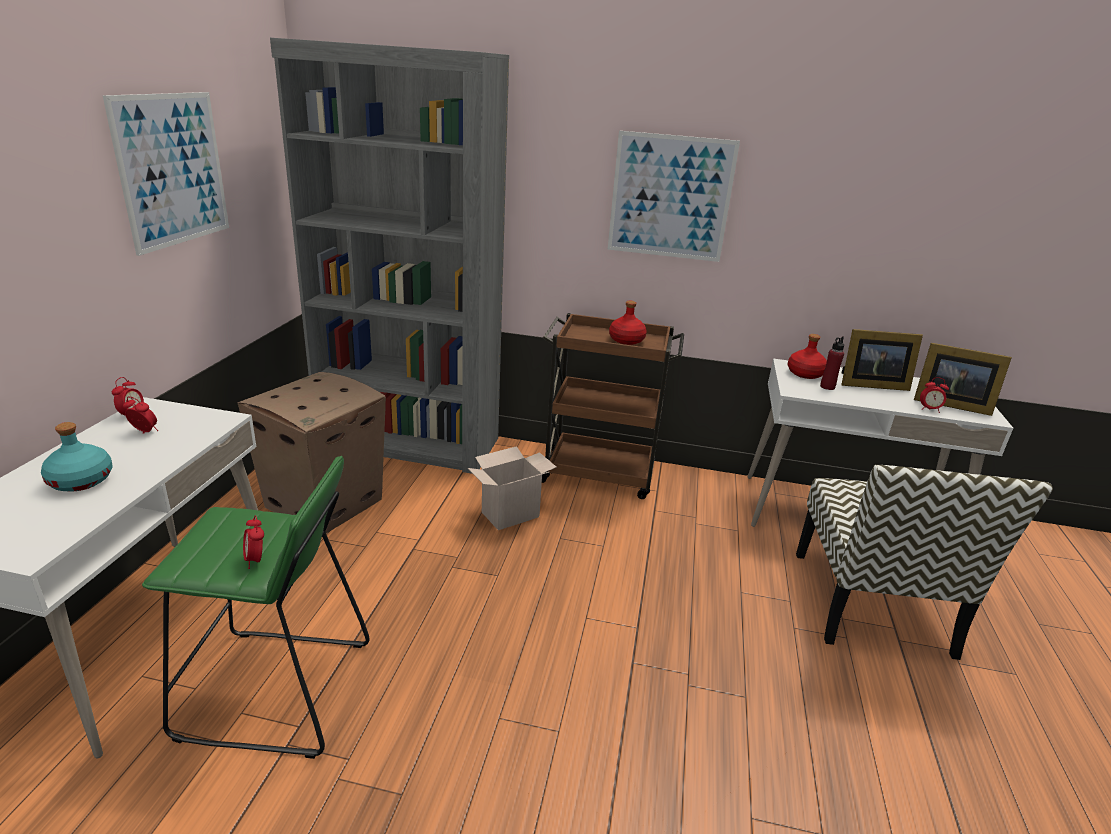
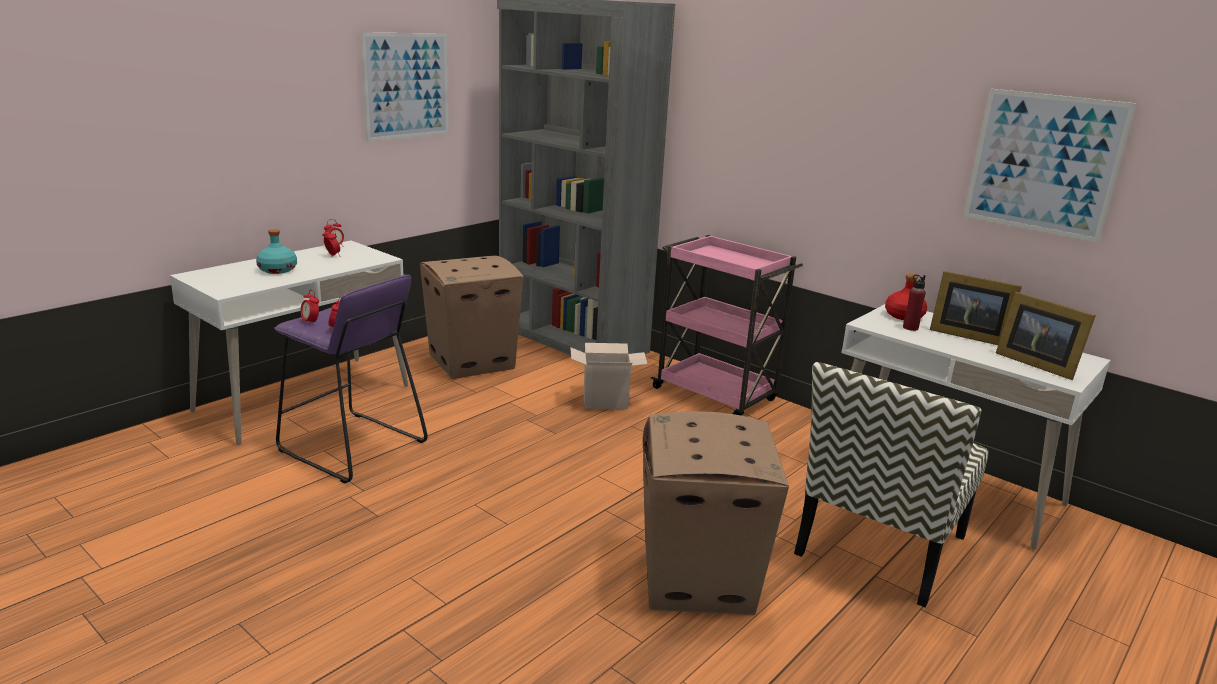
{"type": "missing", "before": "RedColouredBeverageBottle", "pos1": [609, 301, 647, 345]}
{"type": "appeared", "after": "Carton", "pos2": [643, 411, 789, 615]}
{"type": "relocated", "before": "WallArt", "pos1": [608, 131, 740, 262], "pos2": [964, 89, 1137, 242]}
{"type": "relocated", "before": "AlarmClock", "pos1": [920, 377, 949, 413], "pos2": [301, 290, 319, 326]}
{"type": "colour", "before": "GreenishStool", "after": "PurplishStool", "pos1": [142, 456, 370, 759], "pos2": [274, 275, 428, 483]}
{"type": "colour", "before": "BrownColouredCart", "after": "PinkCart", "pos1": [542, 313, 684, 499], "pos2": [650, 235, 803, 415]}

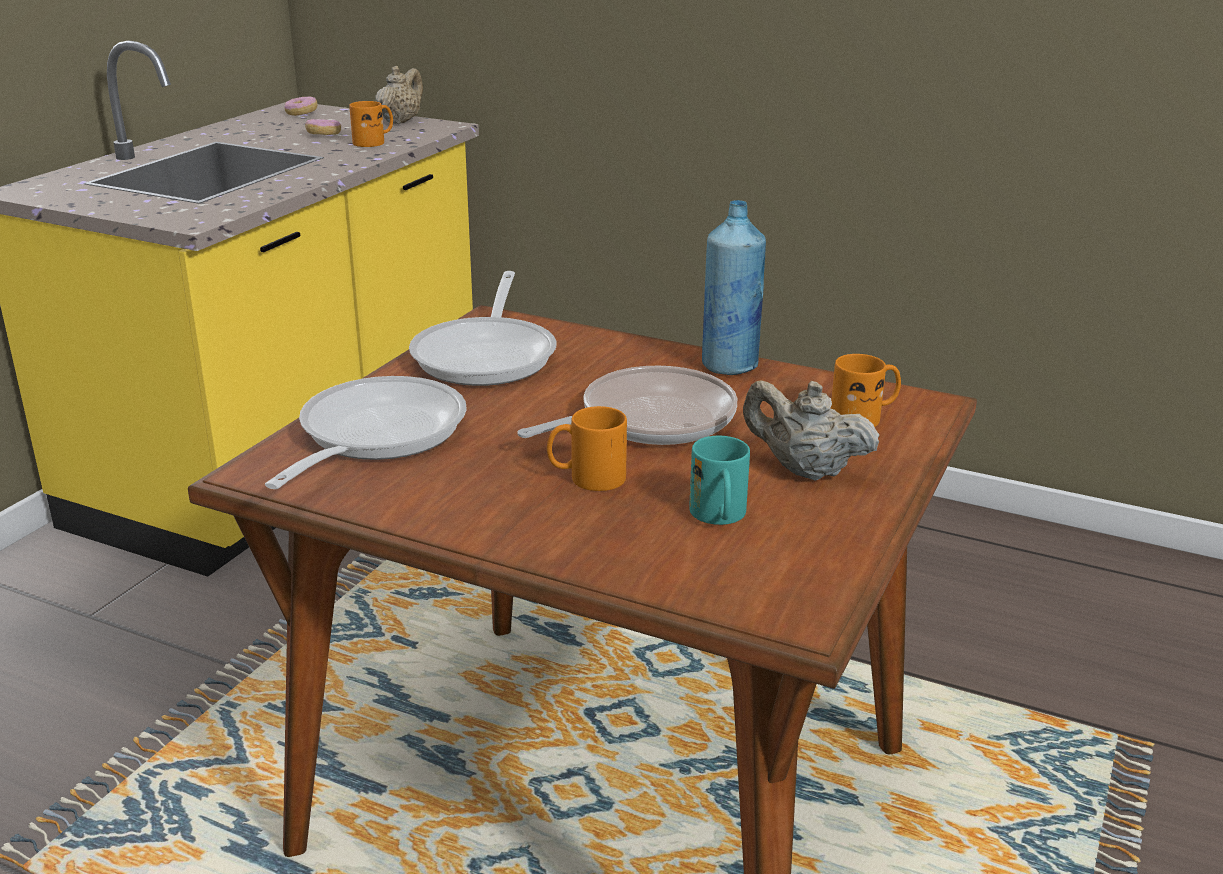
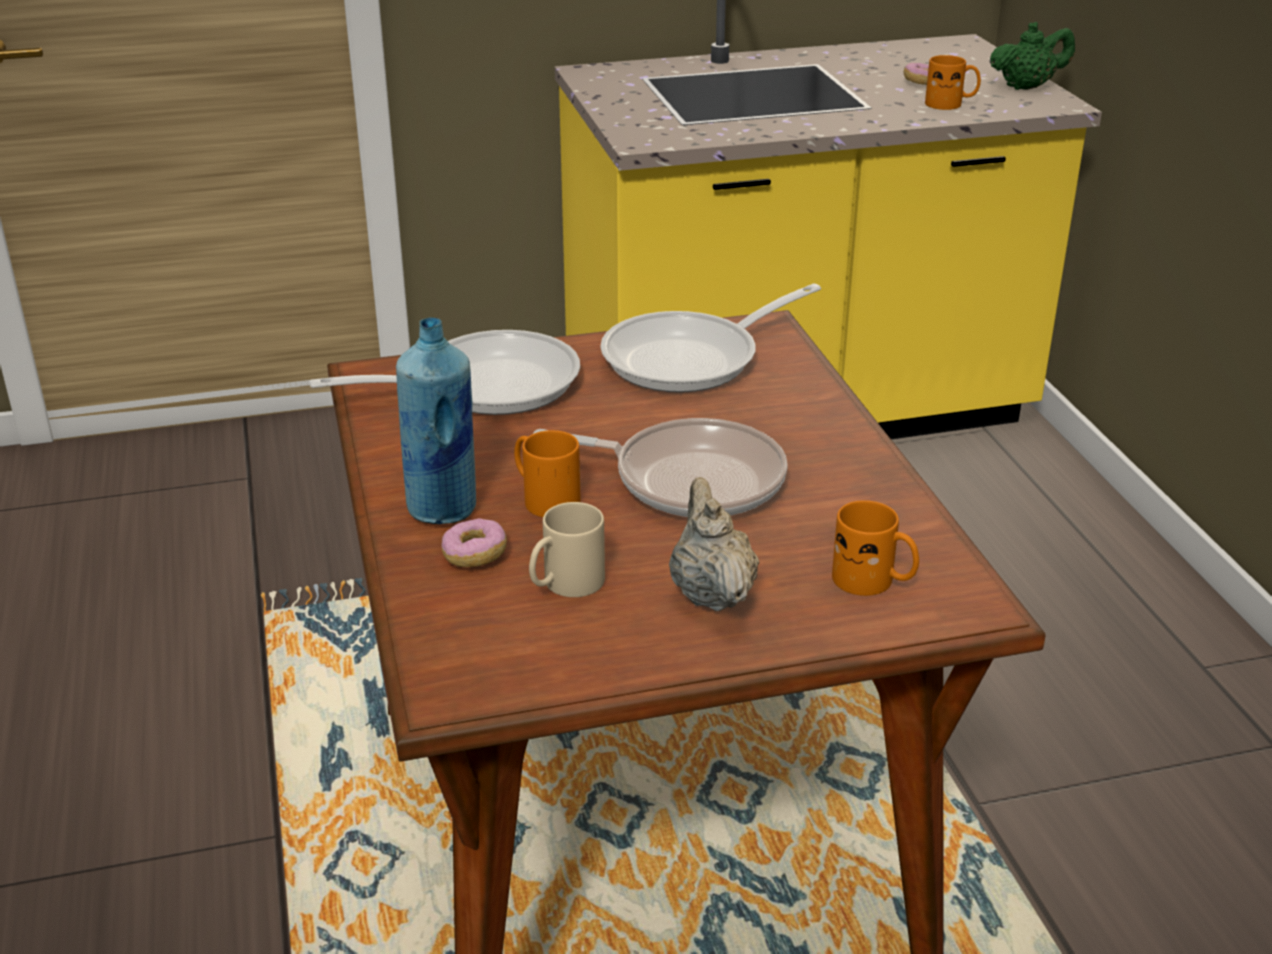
{"type": "relocated", "before": "Doughnut", "pos1": [284, 97, 318, 116], "pos2": [442, 518, 507, 567]}
{"type": "relocated", "before": "BluishBeverageBottle", "pos1": [702, 200, 766, 375], "pos2": [396, 317, 476, 524]}
{"type": "colour", "before": "BeigeTeapot", "after": "GreenishTeapot", "pos1": [375, 66, 423, 124], "pos2": [989, 22, 1075, 90]}
{"type": "colour", "before": "TurquoiseColouredMug", "after": "BeigeMug", "pos1": [689, 436, 750, 525], "pos2": [529, 502, 605, 597]}

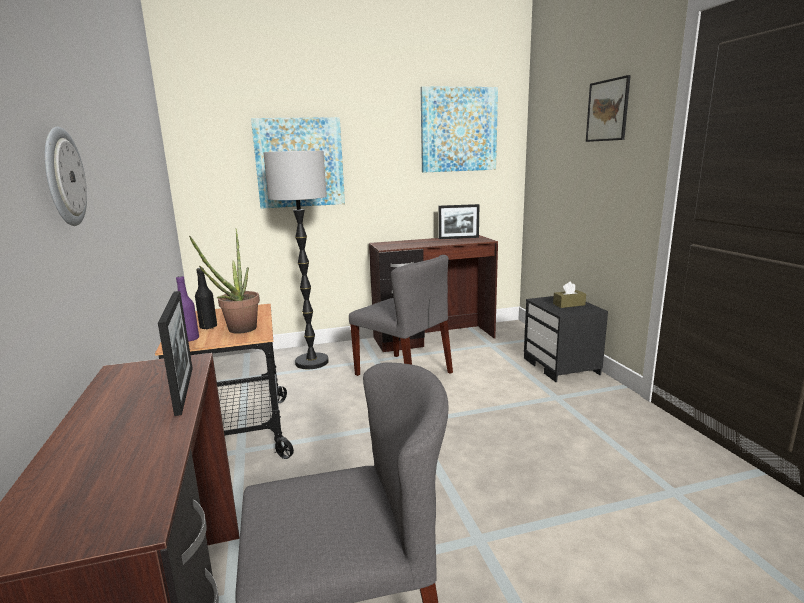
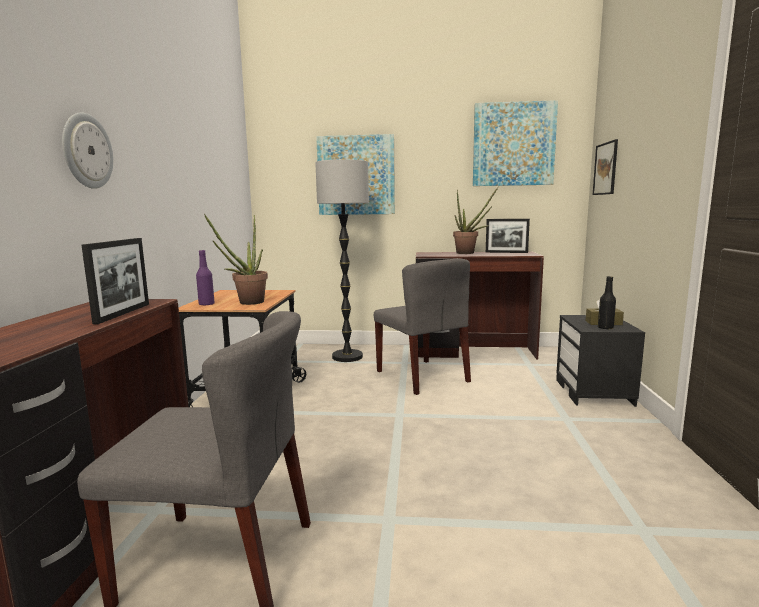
{"type": "appeared", "after": "PlantInAPot", "pos2": [453, 187, 498, 254]}
{"type": "relocated", "before": "BlackBeverageBottle", "pos1": [195, 268, 217, 329], "pos2": [598, 276, 616, 329]}
{"type": "relocated", "before": "WallArt", "pos1": [586, 75, 631, 142], "pos2": [593, 139, 618, 195]}

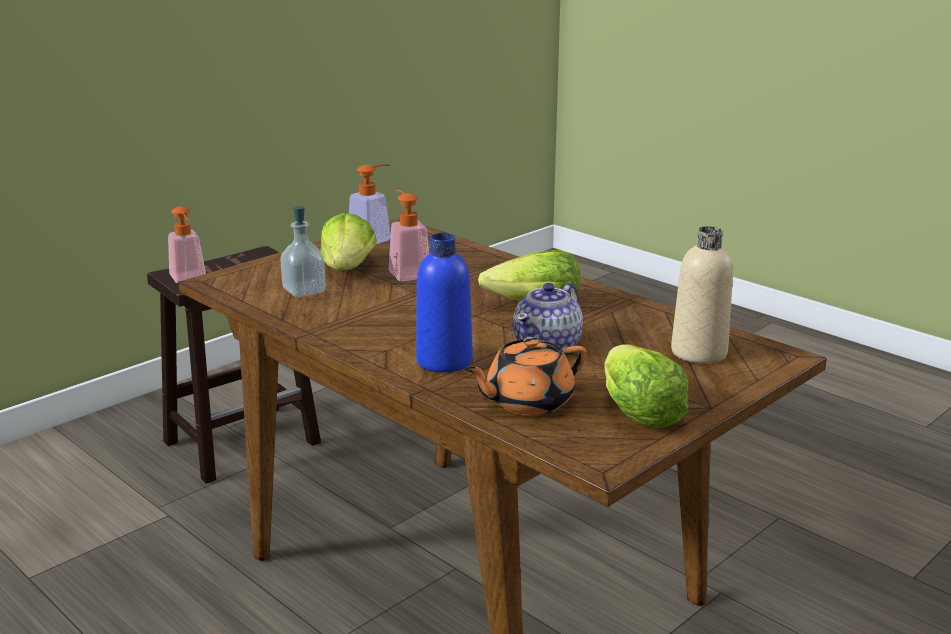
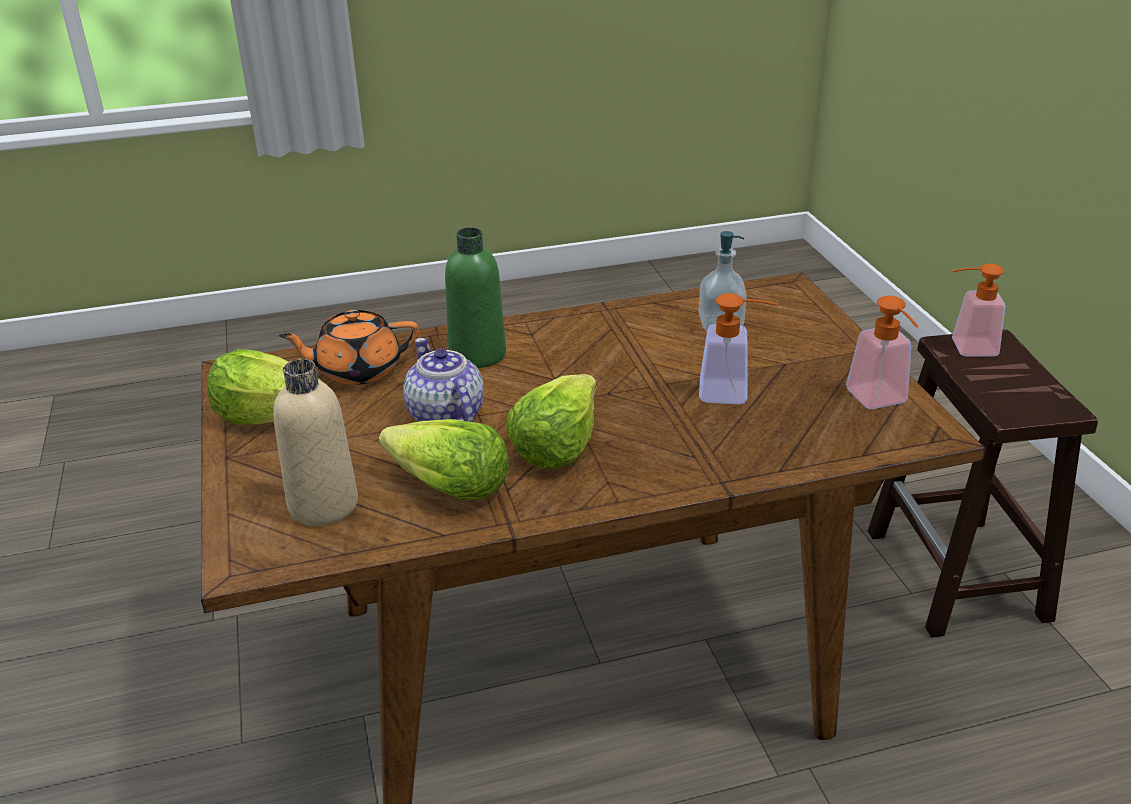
{"type": "relocated", "before": "Lettuce", "pos1": [321, 213, 377, 270], "pos2": [379, 419, 509, 500]}
{"type": "colour", "before": "BluishBeverageBottle", "after": "GreenishBeverageBottle", "pos1": [416, 233, 473, 372], "pos2": [445, 227, 506, 368]}
{"type": "spun", "before": "OrangeColouredTeapot", "pos1": [464, 337, 587, 416], "pos2": [279, 310, 419, 385], "turn": -105}

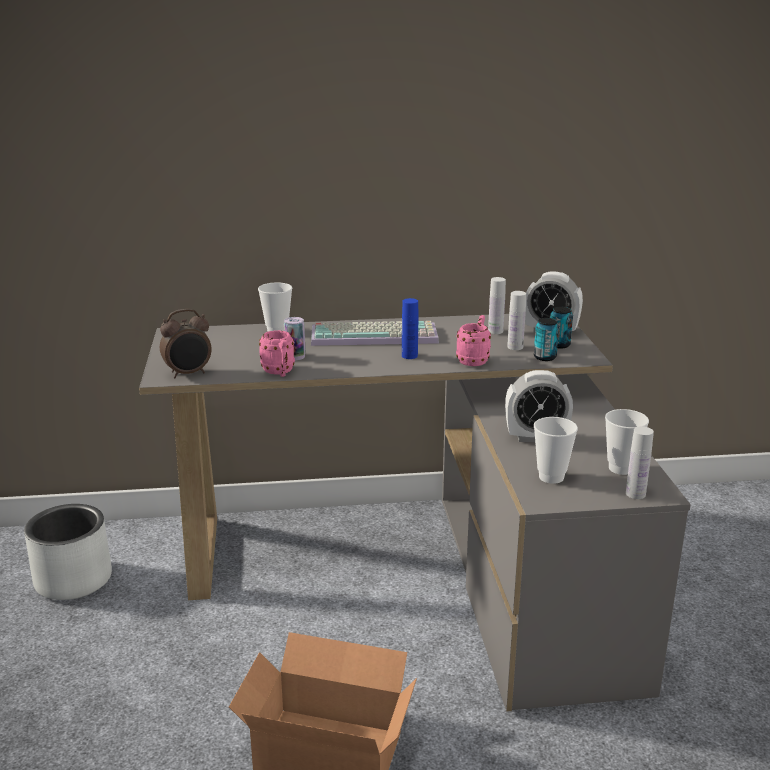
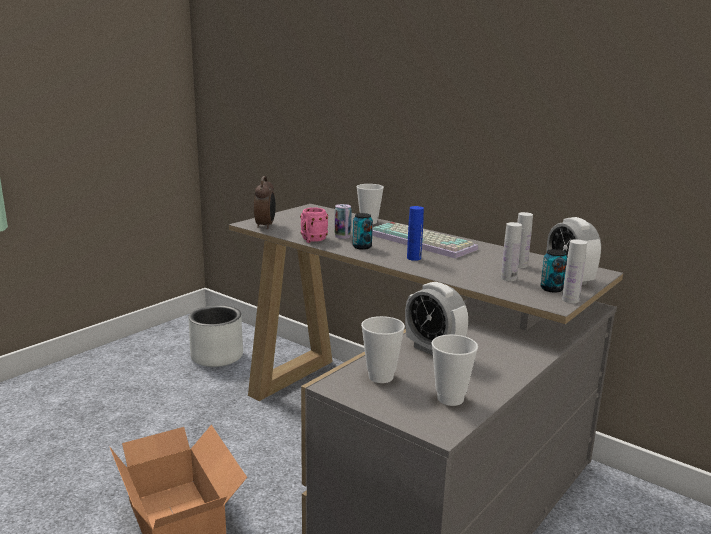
{"type": "missing", "before": "PinkMug", "pos1": [456, 315, 491, 366]}
{"type": "relocated", "before": "Can", "pos1": [534, 318, 559, 361], "pos2": [353, 213, 373, 250]}
{"type": "relocated", "before": "WhiteColouredBeverageBottle", "pos1": [626, 426, 654, 499], "pos2": [562, 239, 587, 303]}
{"type": "spun", "before": "AlarmClock", "pos1": [160, 309, 212, 378], "pos2": [254, 176, 276, 229], "turn": -105}

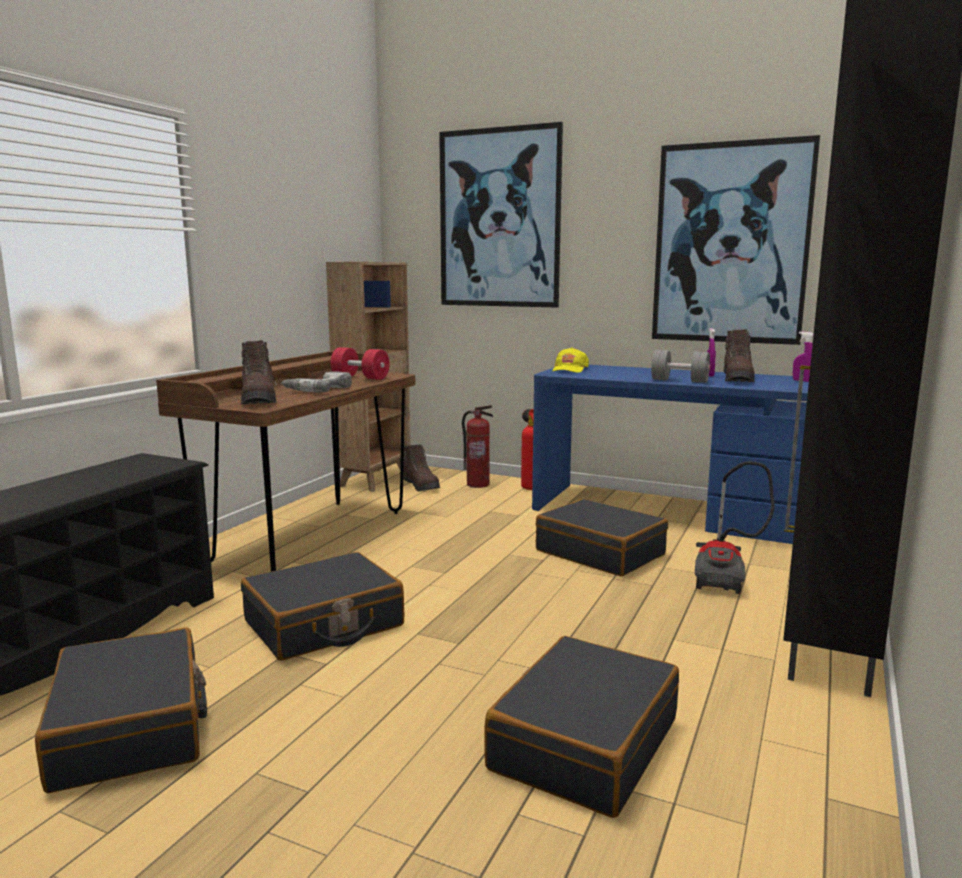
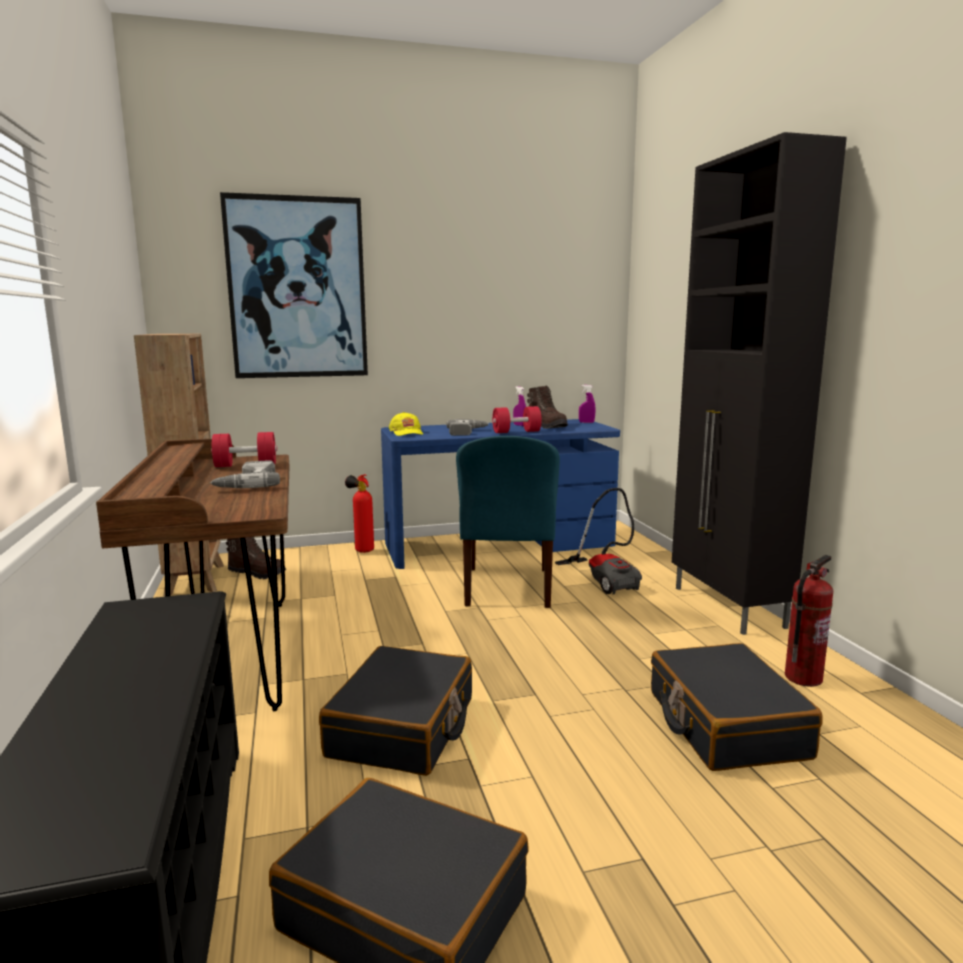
{"type": "missing", "before": "BrownColouredHighTopBoot", "pos1": [241, 340, 277, 404]}
{"type": "missing", "before": "WallArt", "pos1": [652, 135, 820, 345]}
{"type": "appeared", "after": "PowerDrill", "pos2": [446, 419, 488, 436]}
{"type": "relocated", "before": "Extinguisher", "pos1": [462, 405, 493, 488], "pos2": [785, 555, 833, 687]}
{"type": "exchanged", "before": "BlackSuitcase", "after": "BluishUprightChair", "pos1": [536, 499, 668, 576], "pos2": [456, 436, 560, 608]}
{"type": "colour", "before": "GreyishFreeWeight", "after": "RedColouredFreeWeight", "pos1": [651, 350, 710, 383], "pos2": [492, 406, 542, 433]}

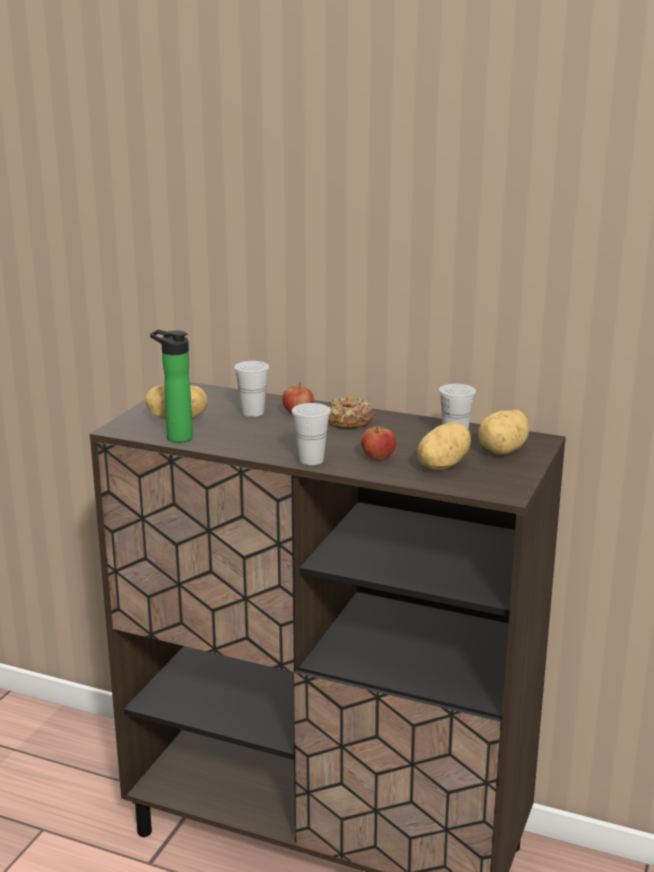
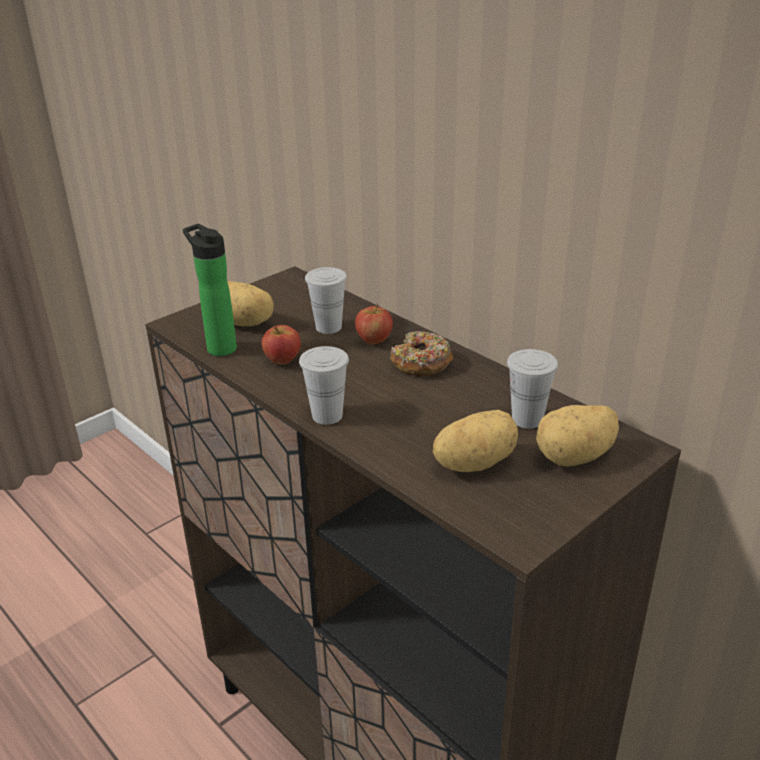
{"type": "relocated", "before": "Apple", "pos1": [361, 426, 396, 461], "pos2": [262, 325, 301, 365]}

